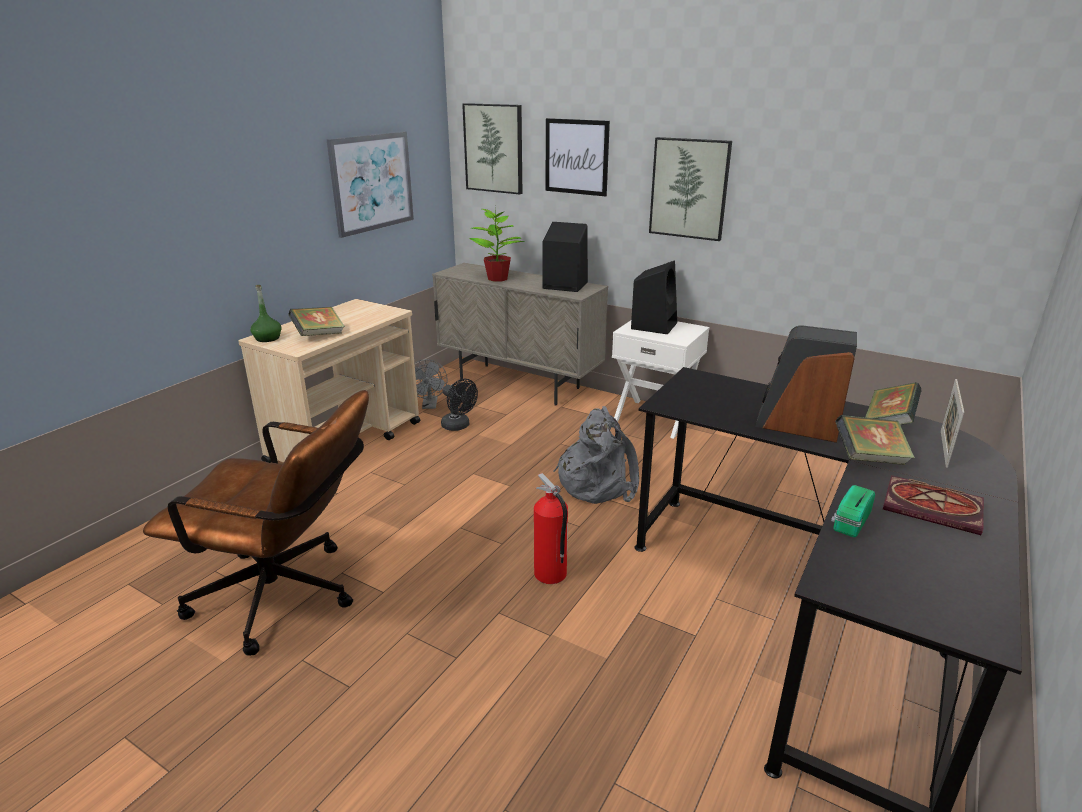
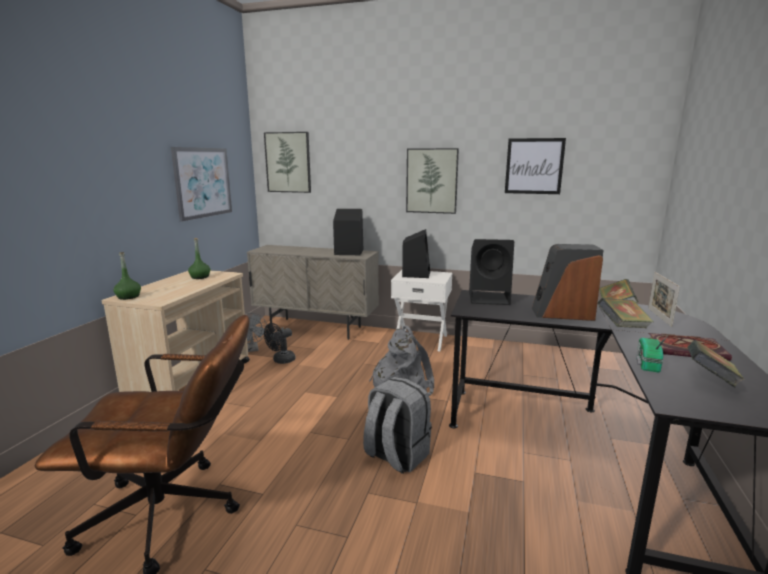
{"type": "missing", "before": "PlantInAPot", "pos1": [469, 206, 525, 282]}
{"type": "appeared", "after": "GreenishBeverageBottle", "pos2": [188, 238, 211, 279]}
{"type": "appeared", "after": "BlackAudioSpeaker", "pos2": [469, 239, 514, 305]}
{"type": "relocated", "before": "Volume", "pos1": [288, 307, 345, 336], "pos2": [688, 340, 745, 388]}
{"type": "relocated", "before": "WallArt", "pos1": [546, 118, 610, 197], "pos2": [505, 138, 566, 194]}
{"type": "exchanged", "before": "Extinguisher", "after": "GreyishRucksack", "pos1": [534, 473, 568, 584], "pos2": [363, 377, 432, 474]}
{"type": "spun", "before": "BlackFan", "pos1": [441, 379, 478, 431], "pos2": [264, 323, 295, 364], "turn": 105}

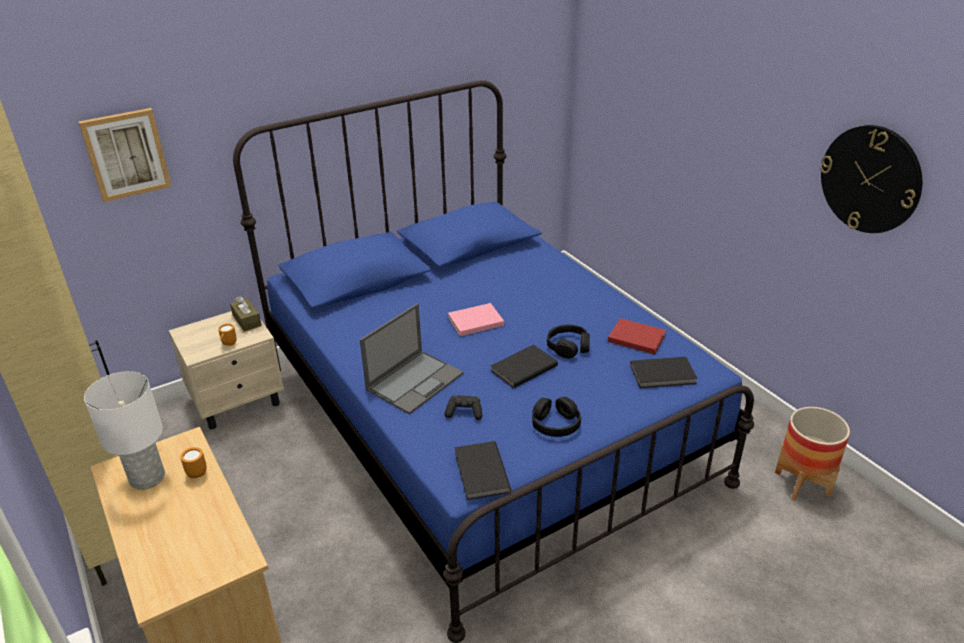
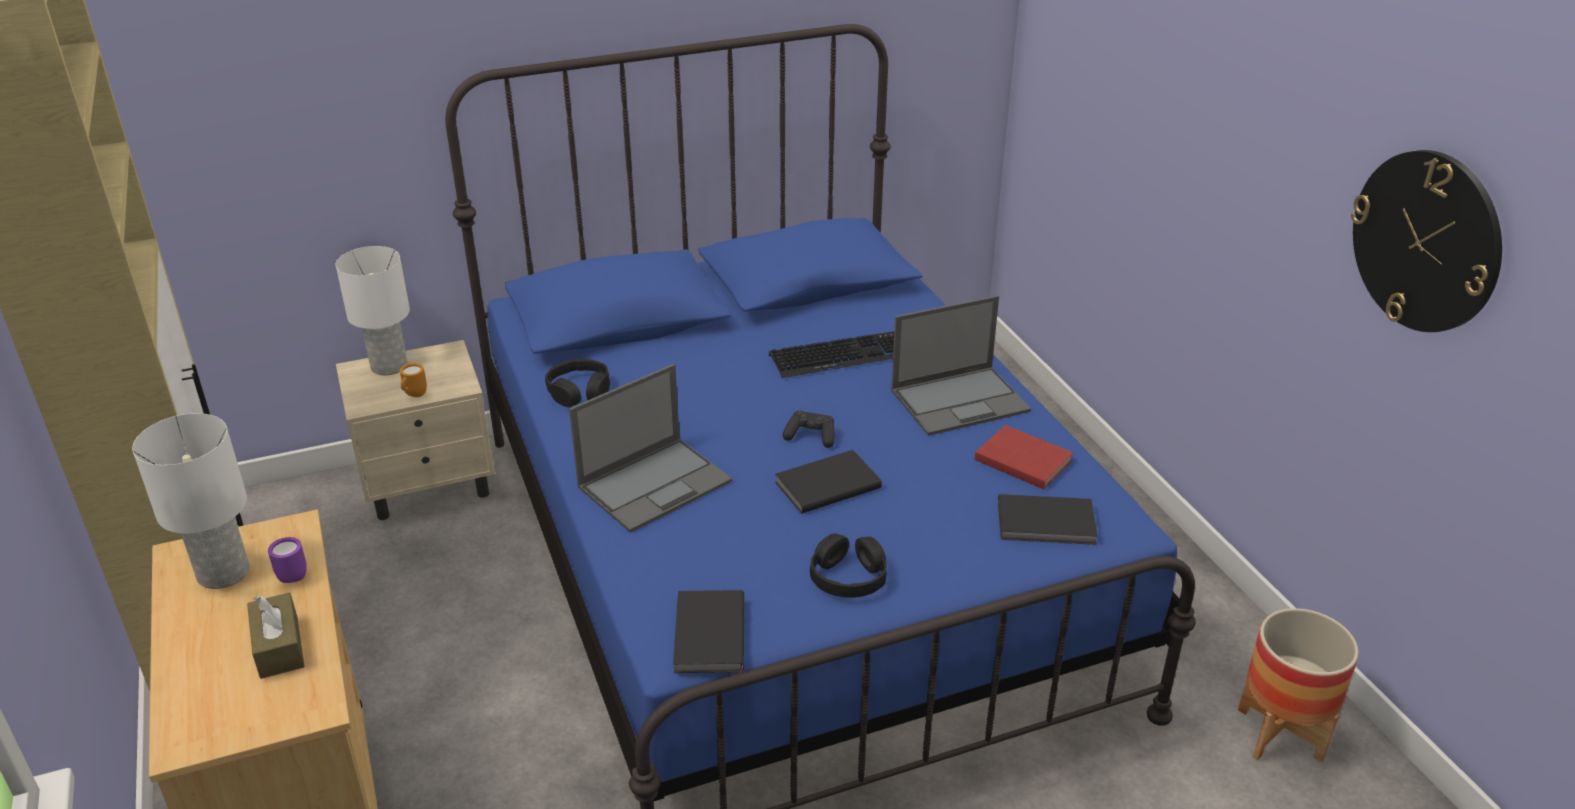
{"type": "missing", "before": "WallArt", "pos1": [78, 108, 172, 202]}
{"type": "missing", "before": "PinkVolume", "pos1": [448, 303, 504, 336]}
{"type": "appeared", "after": "WhiteColouredTabletopLamp", "pos2": [336, 246, 410, 376]}
{"type": "appeared", "after": "Keyboard", "pos2": [769, 331, 894, 378]}
{"type": "appeared", "after": "Laptop", "pos2": [891, 295, 1031, 436]}
{"type": "relocated", "before": "BrownColouredBoxOfTissues", "pos1": [230, 296, 262, 332], "pos2": [247, 592, 305, 679]}
{"type": "relocated", "before": "BlackJoypad", "pos1": [444, 395, 482, 420], "pos2": [782, 411, 834, 448]}
{"type": "relocated", "before": "BlackHeadset", "pos1": [547, 325, 590, 358], "pos2": [545, 359, 610, 407]}
{"type": "colour", "before": "OrangeColouredMug", "after": "PurplishMug", "pos1": [180, 447, 207, 479], "pos2": [268, 537, 307, 583]}

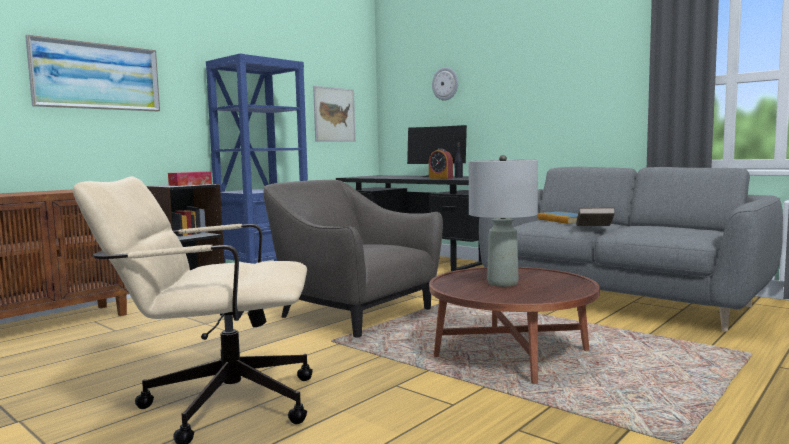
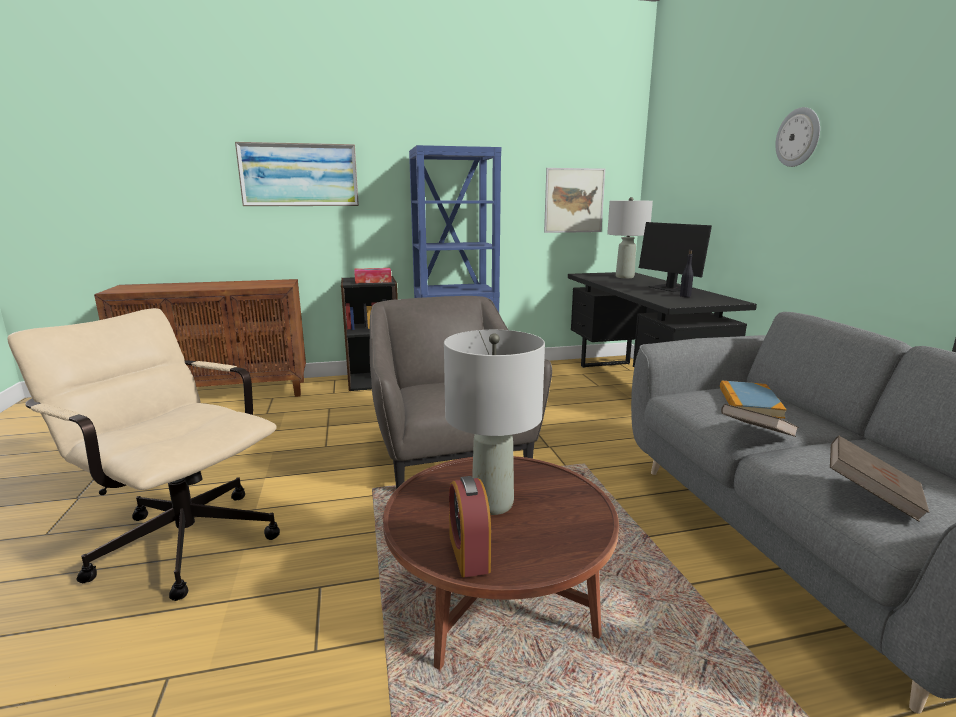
{"type": "appeared", "after": "GreyishTabletopLamp", "pos2": [607, 197, 653, 278]}
{"type": "appeared", "after": "BrownColouredVolume", "pos2": [830, 435, 929, 522]}
{"type": "relocated", "before": "AlarmClock", "pos1": [429, 149, 453, 179], "pos2": [449, 476, 491, 577]}
{"type": "relocated", "before": "HangingClock", "pos1": [432, 67, 458, 101], "pos2": [775, 107, 820, 167]}

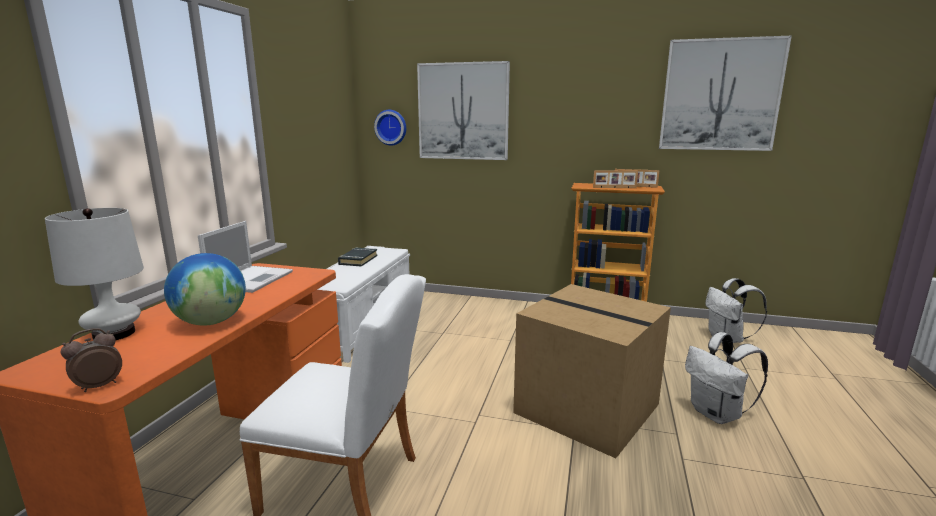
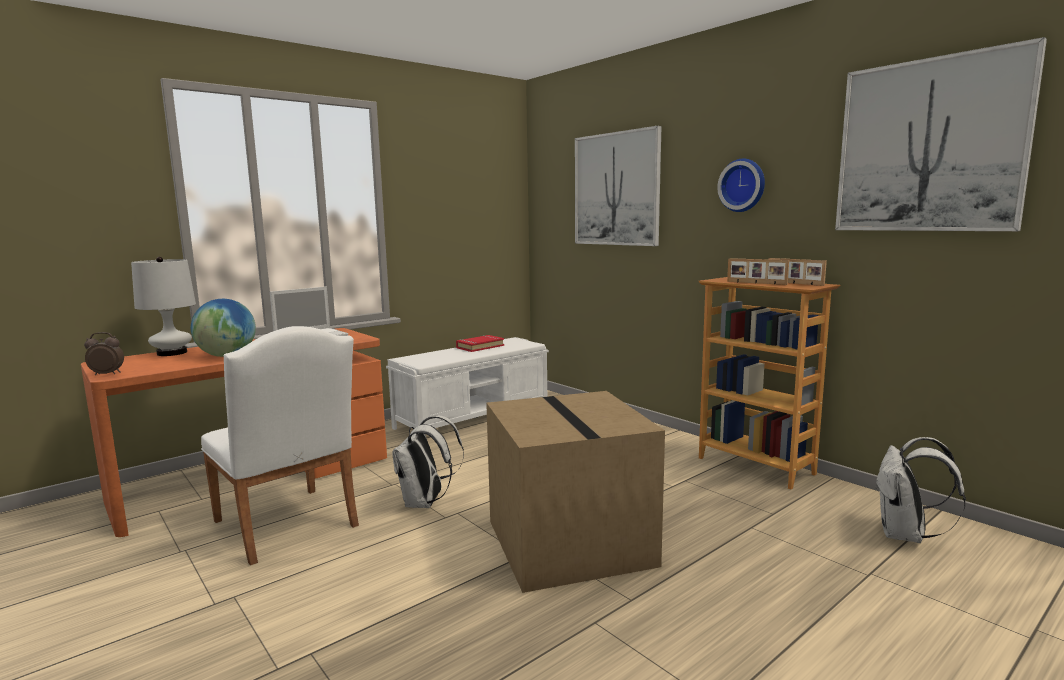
{"type": "relocated", "before": "HangingClock", "pos1": [374, 110, 406, 146], "pos2": [717, 158, 765, 212]}
{"type": "relocated", "before": "WhiteColouredRucksack", "pos1": [685, 332, 768, 424], "pos2": [392, 415, 464, 508]}
{"type": "colour", "before": "BlackVolume", "after": "RedColouredVolume", "pos1": [338, 248, 378, 267], "pos2": [456, 335, 504, 352]}

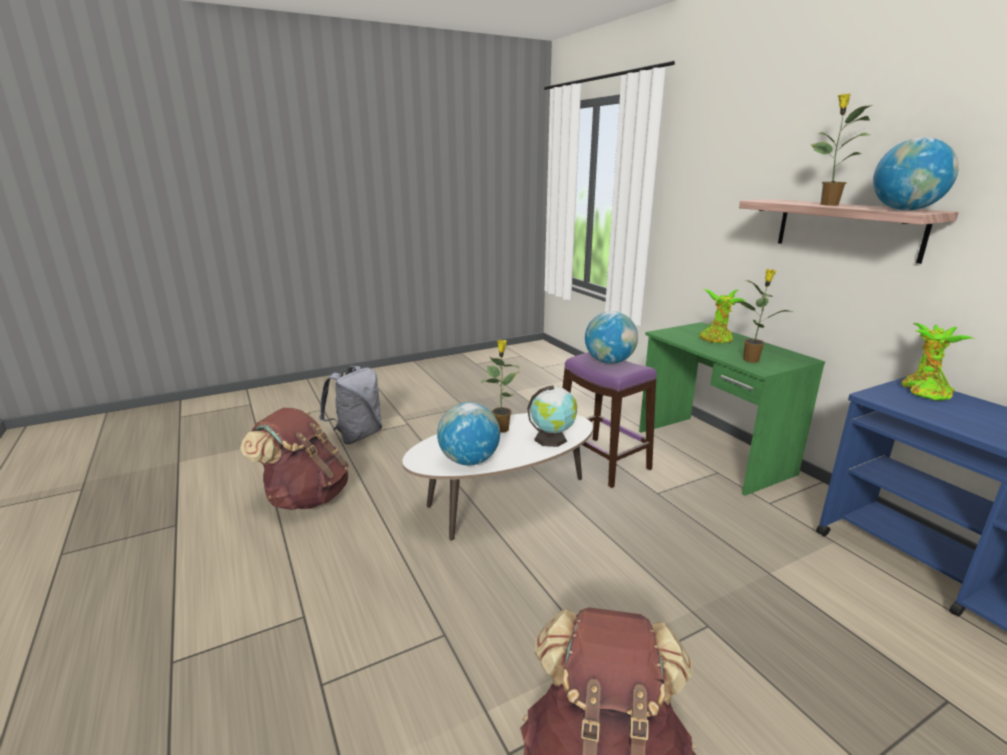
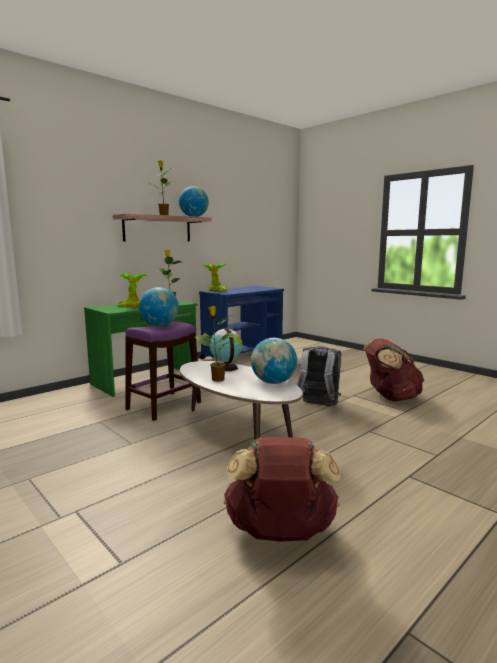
{"type": "relocated", "before": "GreyishRucksack", "pos1": [319, 366, 382, 444], "pos2": [297, 346, 342, 406]}

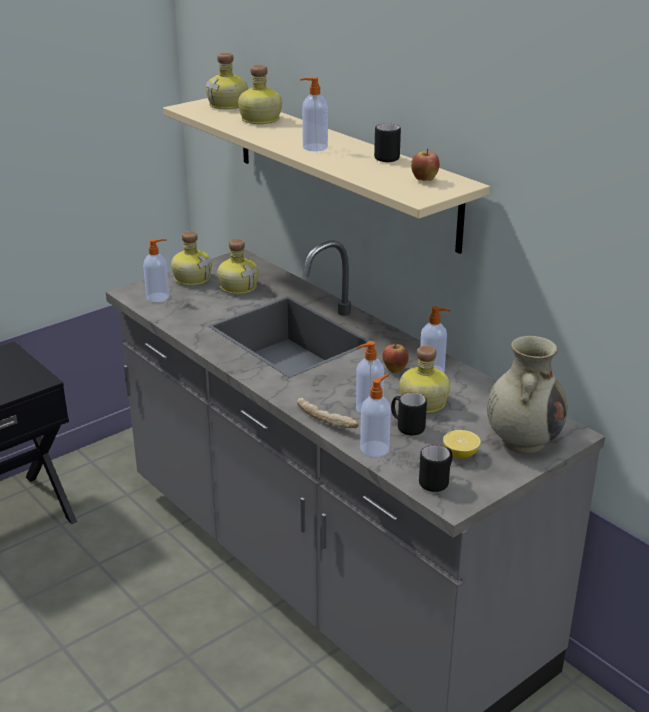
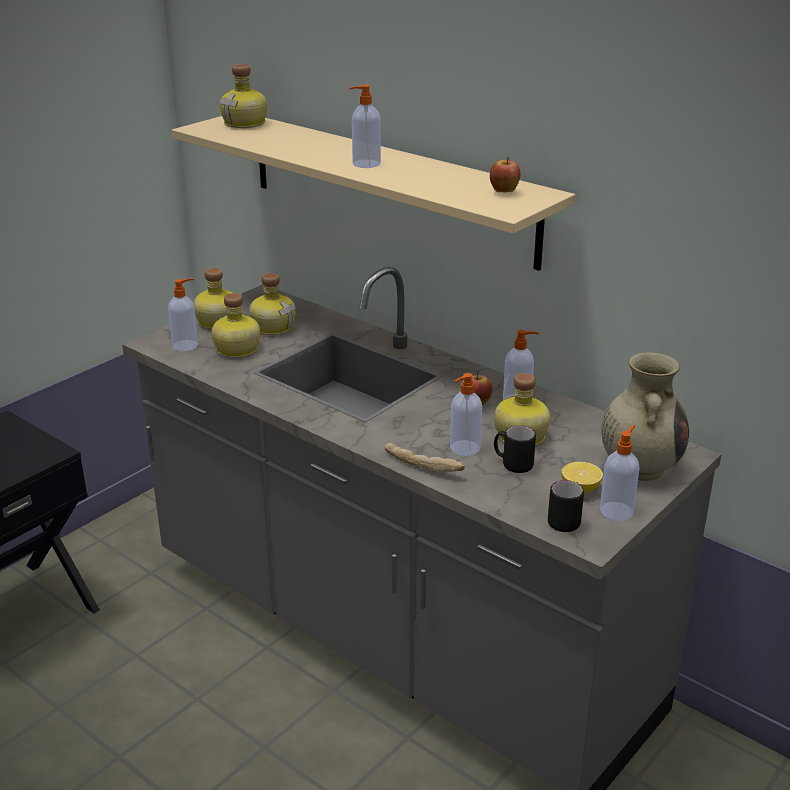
{"type": "missing", "before": "BlackMug", "pos1": [374, 124, 401, 162]}
{"type": "relocated", "before": "BeverageBottle", "pos1": [238, 65, 282, 124], "pos2": [212, 293, 260, 358]}
{"type": "relocated", "before": "LiquidSoapBottle", "pos1": [360, 374, 391, 457], "pos2": [600, 425, 639, 521]}

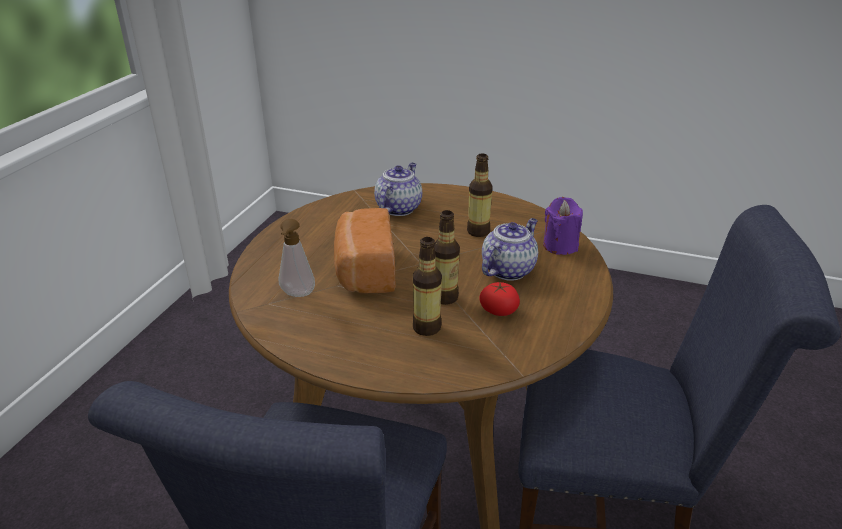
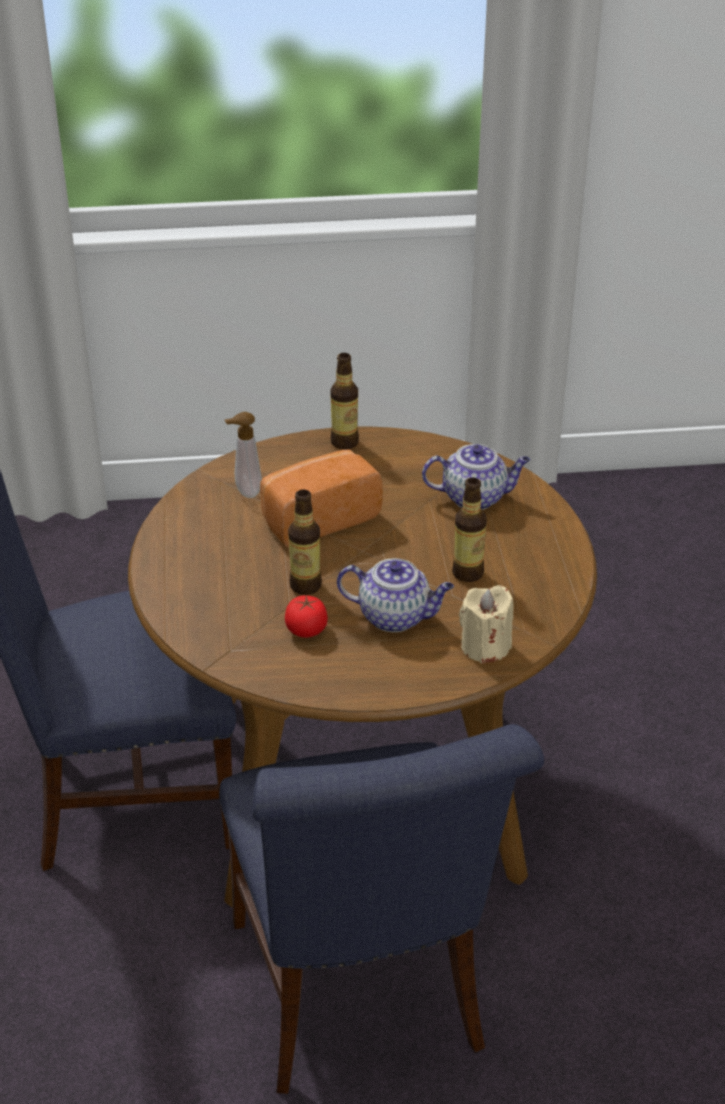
{"type": "relocated", "before": "BeverageBottle", "pos1": [413, 237, 442, 336], "pos2": [330, 353, 359, 450]}
{"type": "colour", "before": "PurplishWaxCandle", "after": "BeigeWaxCandle", "pos1": [543, 197, 583, 255], "pos2": [459, 585, 514, 664]}

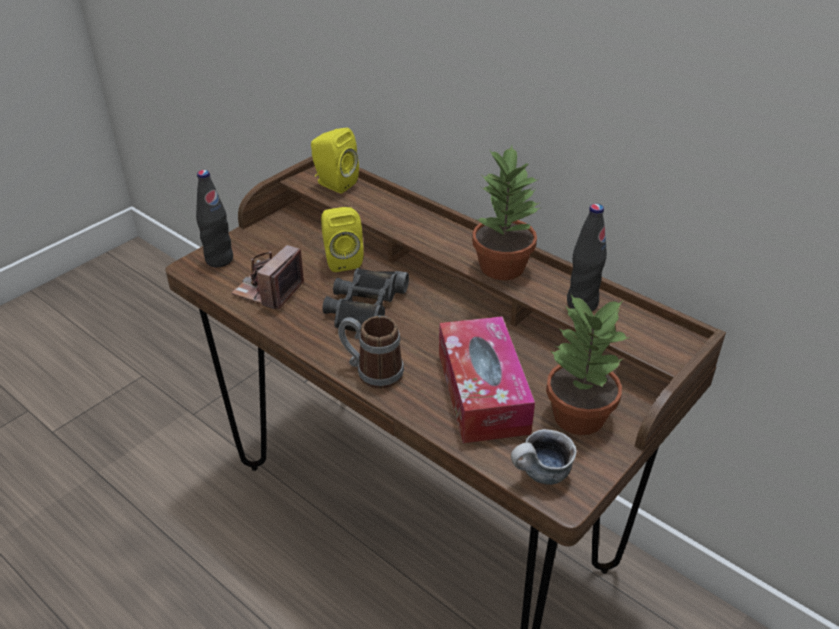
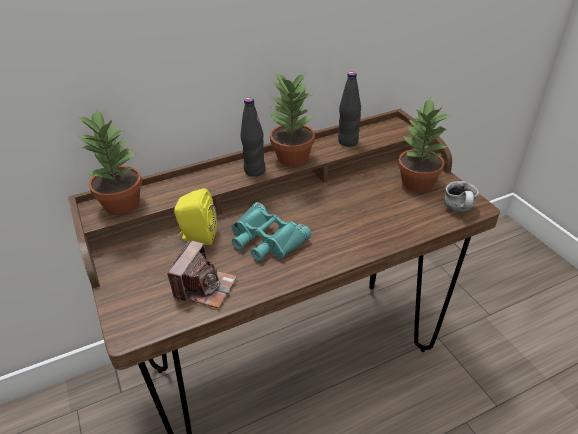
{"type": "missing", "before": "Mug", "pos1": [338, 316, 404, 389]}
{"type": "missing", "before": "BoxOfTissues", "pos1": [439, 316, 535, 443]}
{"type": "relocated", "before": "BlackBeverageBottle", "pos1": [196, 170, 233, 267], "pos2": [240, 98, 266, 177]}
{"type": "exchanged", "before": "YellowAudioSpeaker", "after": "PlantInAPot", "pos1": [311, 128, 359, 193], "pos2": [76, 109, 142, 215]}
{"type": "colour", "before": "BlackPairOfBinoculars", "after": "TurquoiseColouredPairOfBinoculars", "pos1": [322, 268, 409, 332], "pos2": [231, 202, 311, 261]}
{"type": "spun", "before": "StillCamera", "pos1": [231, 245, 304, 310], "pos2": [167, 241, 237, 308], "turn": -120}

